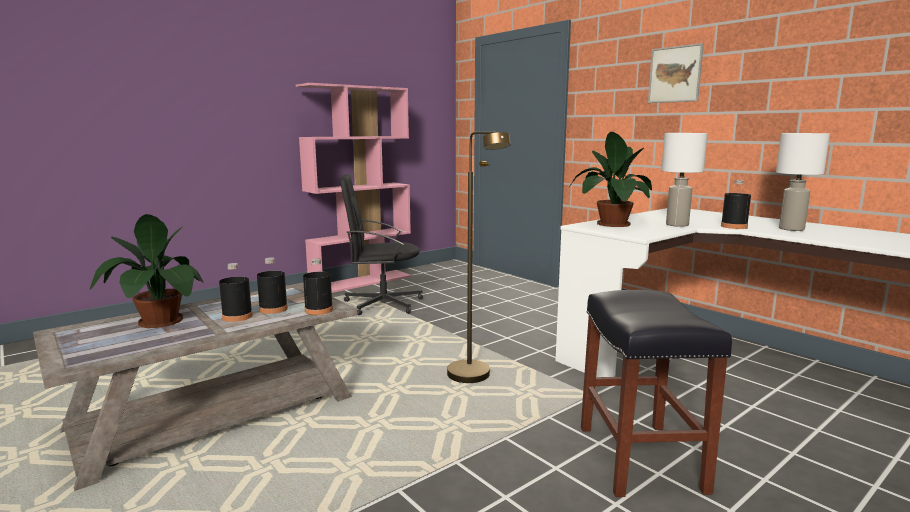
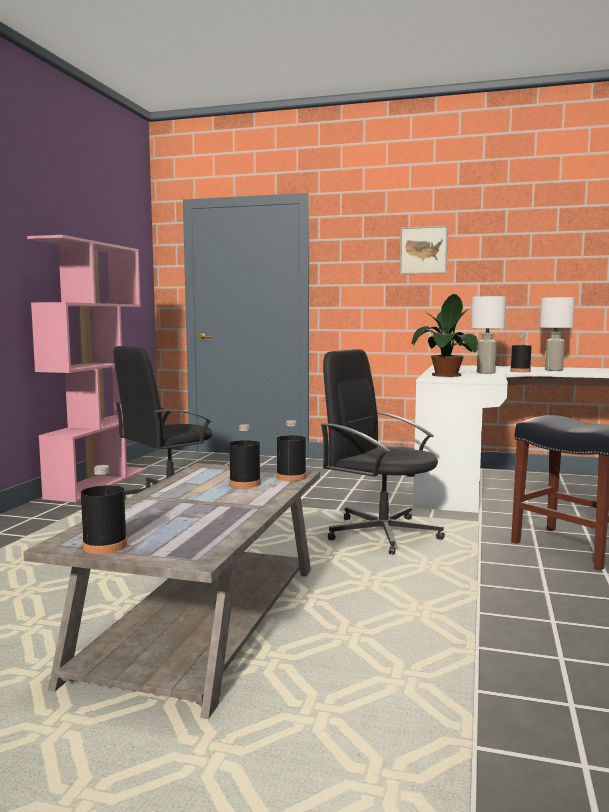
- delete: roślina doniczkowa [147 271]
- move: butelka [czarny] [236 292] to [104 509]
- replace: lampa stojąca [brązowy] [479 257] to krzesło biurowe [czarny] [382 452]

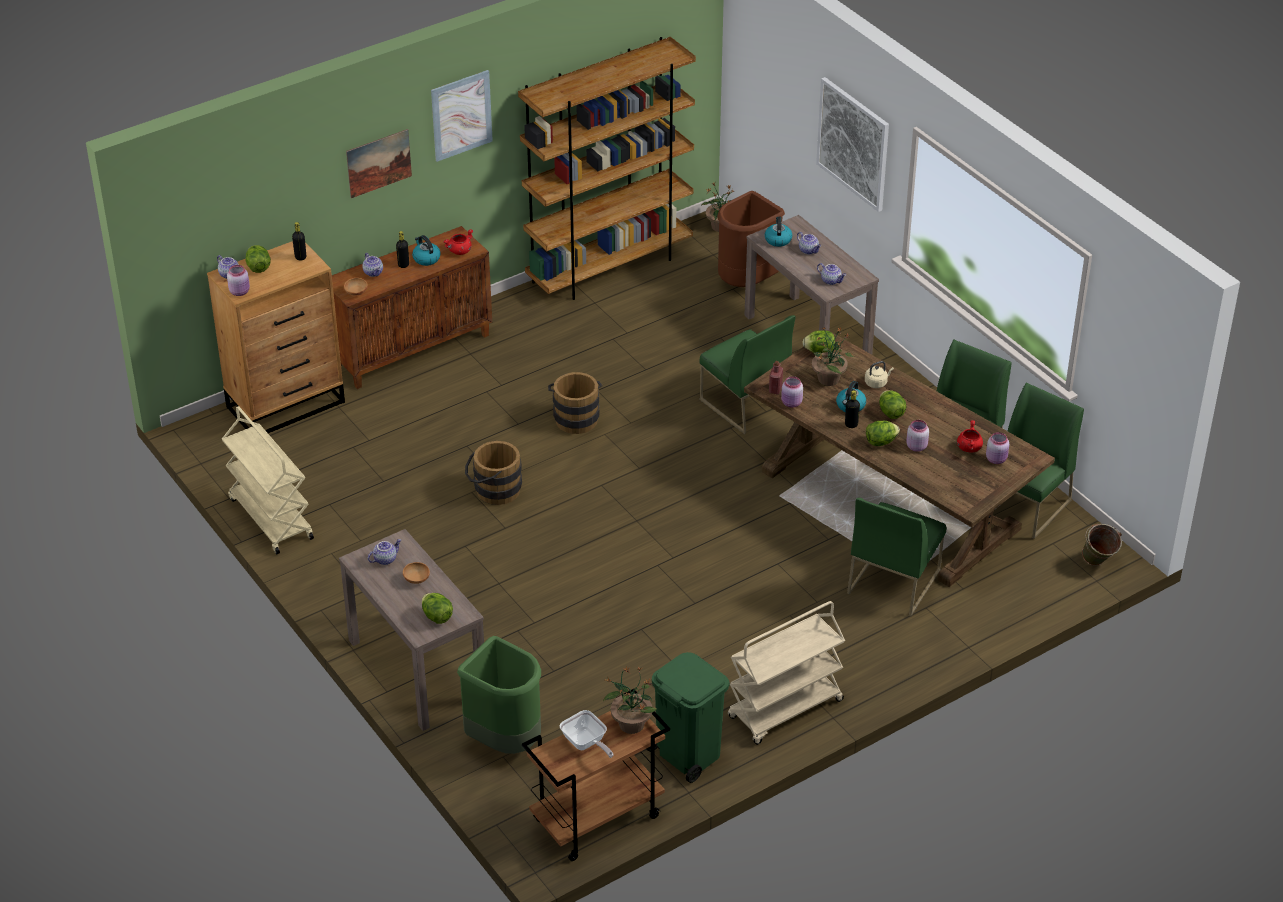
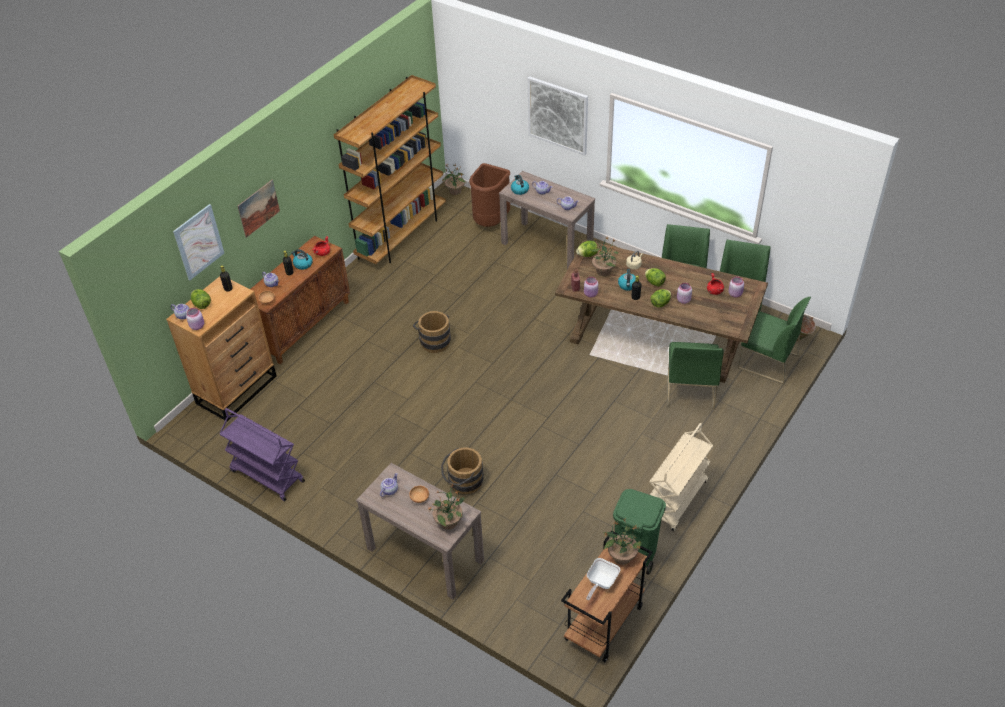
- delete: kosz na śmieci [zielony] [499 695]
- move: obraz [462 116] to [198 242]
- move: wiadro [brązowy] [493 473] to [462 471]
- move: krzesło [zielony] [748 374] to [774 341]
- replace: sałata [437 608] to roślina doniczkowa [446 507]
- recolor: wózek [beżowy] [268 480] to wózek [fioletowy] [262 454]
- rotate: patelnia [587 734] = [603 579] 90 degrees clockwise

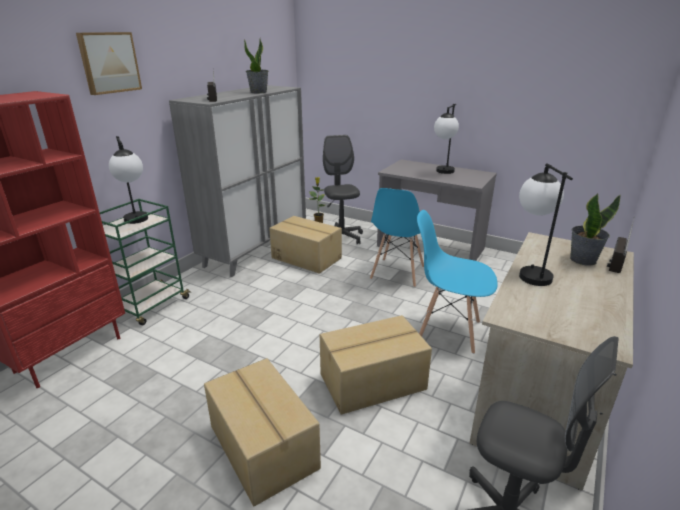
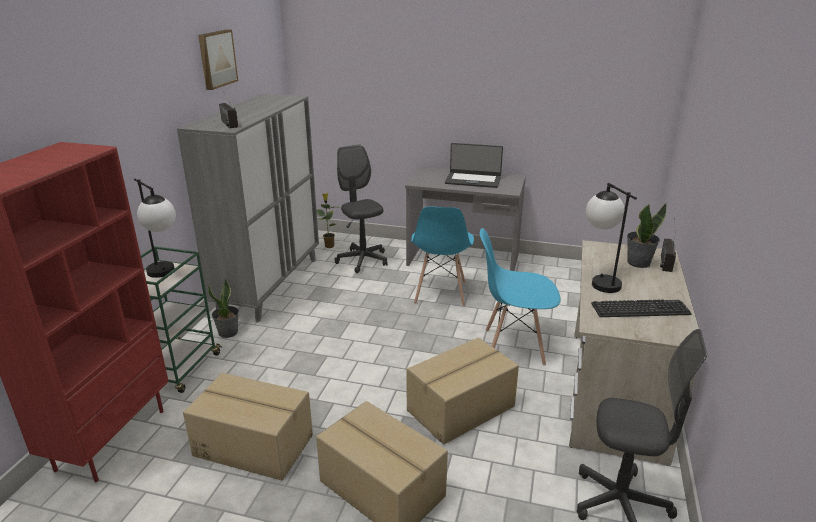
- insert: klawiatura [641 308]
- move: obraz [109 63] to [218 59]
- move: roślina doniczkowa [256 65] to [223 307]
- move: karton [305 245] to [248 426]
- replace: lampa stołowa [446 139] to laptop [474 165]

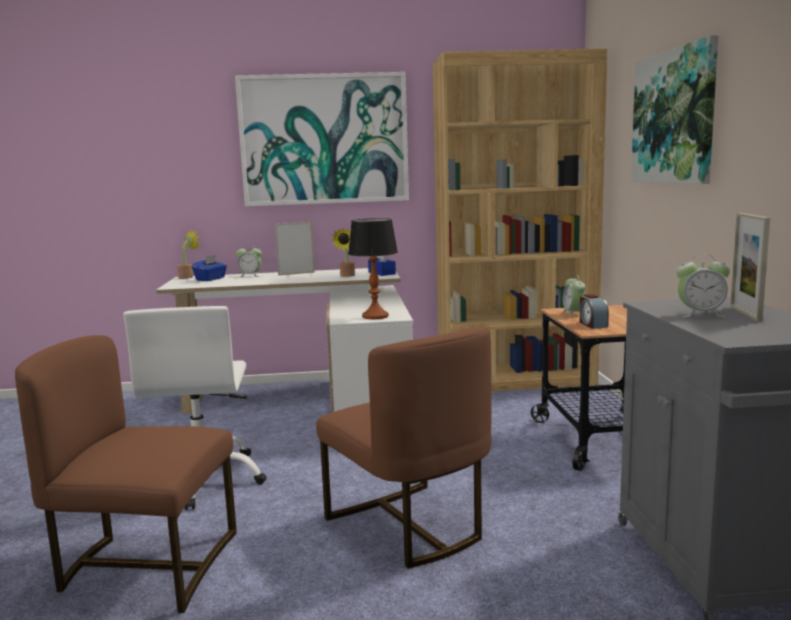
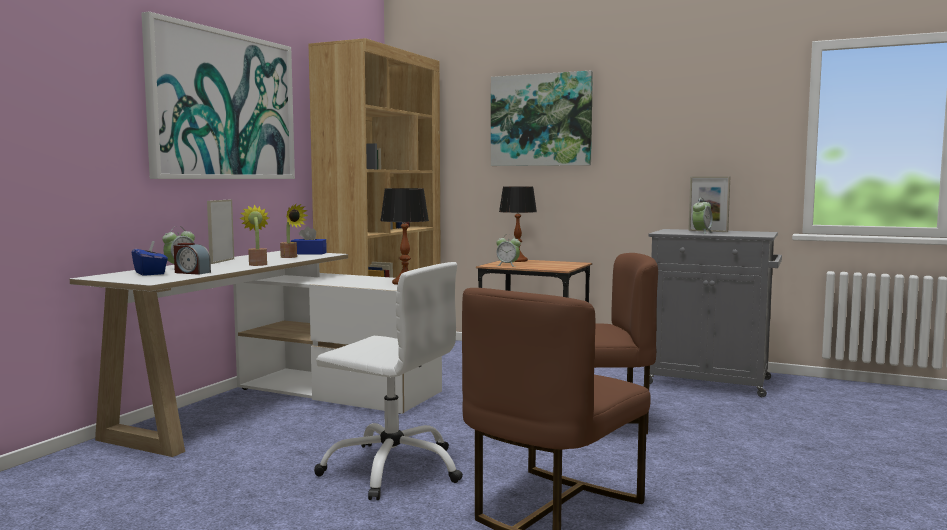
- insert: lampa stołowa [518 224]
- move: roślina doniczkowa [188 254] to [254 235]
- move: budzik [594 311] to [192 259]

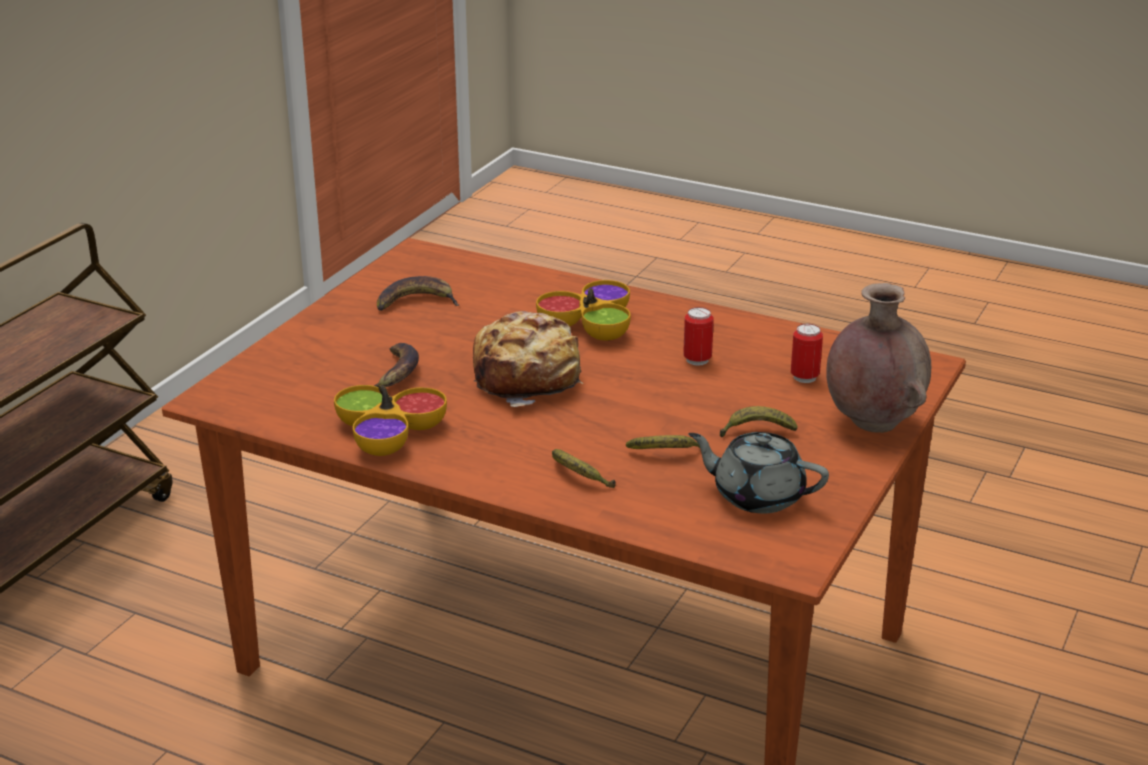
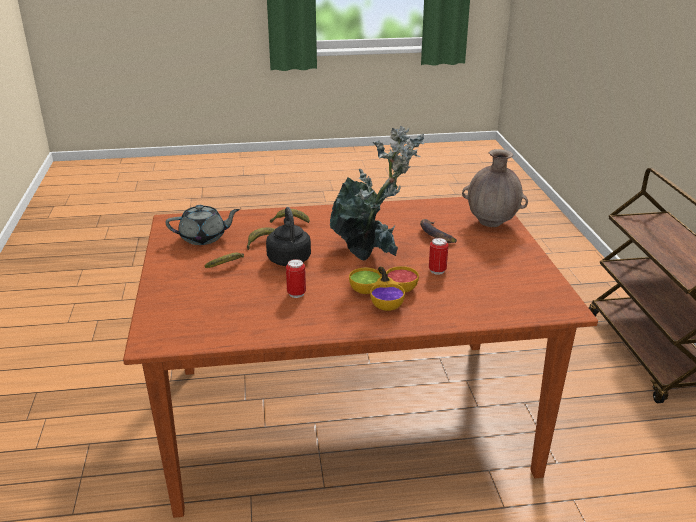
- delete: miska [390 420]
- delete: banan [418 293]
- insert: czajnik [czarny] [288 236]
- move: puszka [807 353] to [438 256]
- move: wazon [brązowy] [879 358] to [495 188]
- replace: chleb [528 359] to roślina doniczkowa [377 193]

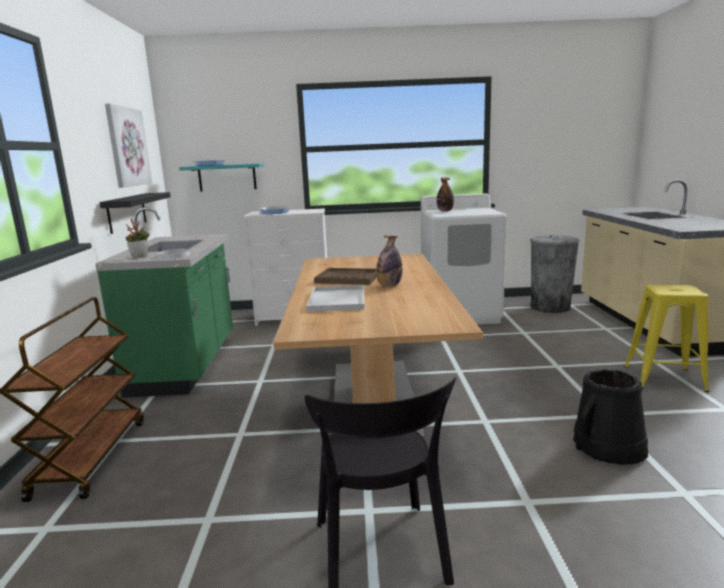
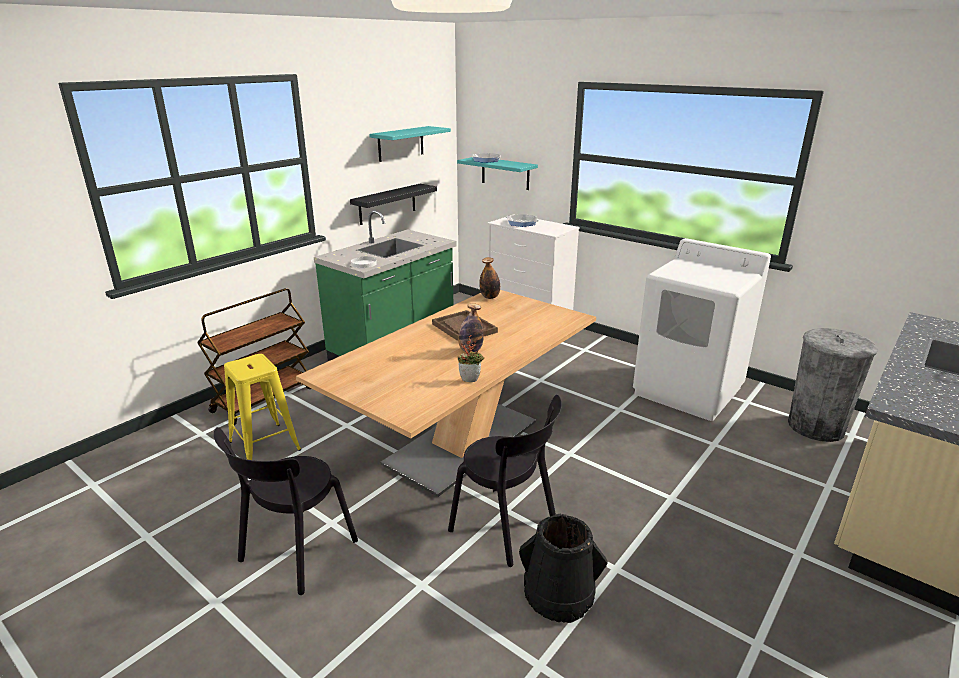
- delete: taca [biały] [335 298]
- insert: krzesło [czarny] [505 481]
- move: roślina doniczkowa [137 238] to [471 358]
- move: butelka [445 194] to [489 278]
- move: stołek [żółty] [666 338] to [262 407]
- replace: obraz [128 146] to półka [turkusowy] [410 144]

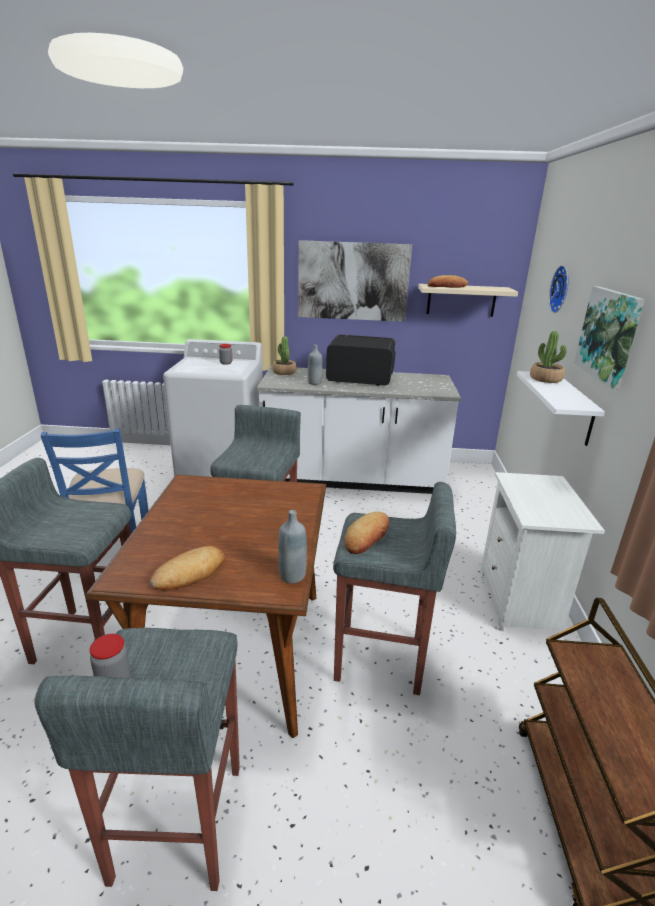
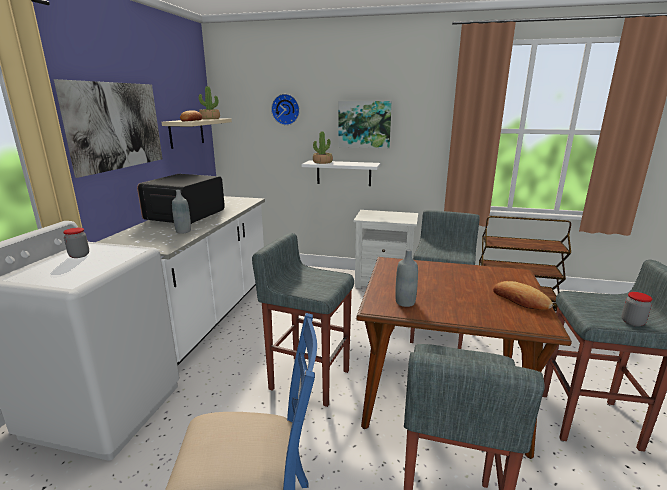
- delete: chleb [366 533]
- move: roślina doniczkowa [284 355] to [209 102]
- move: butelka [szary] [292 546] to [406 278]

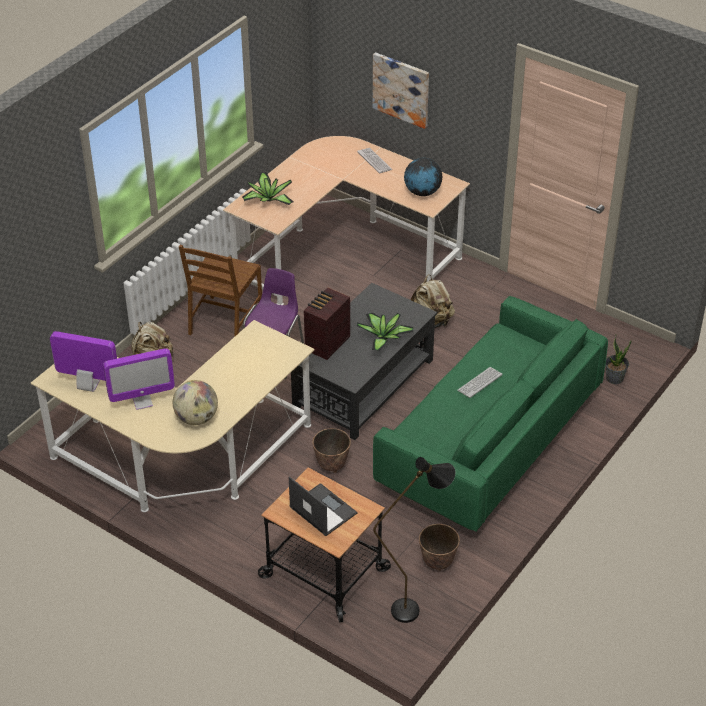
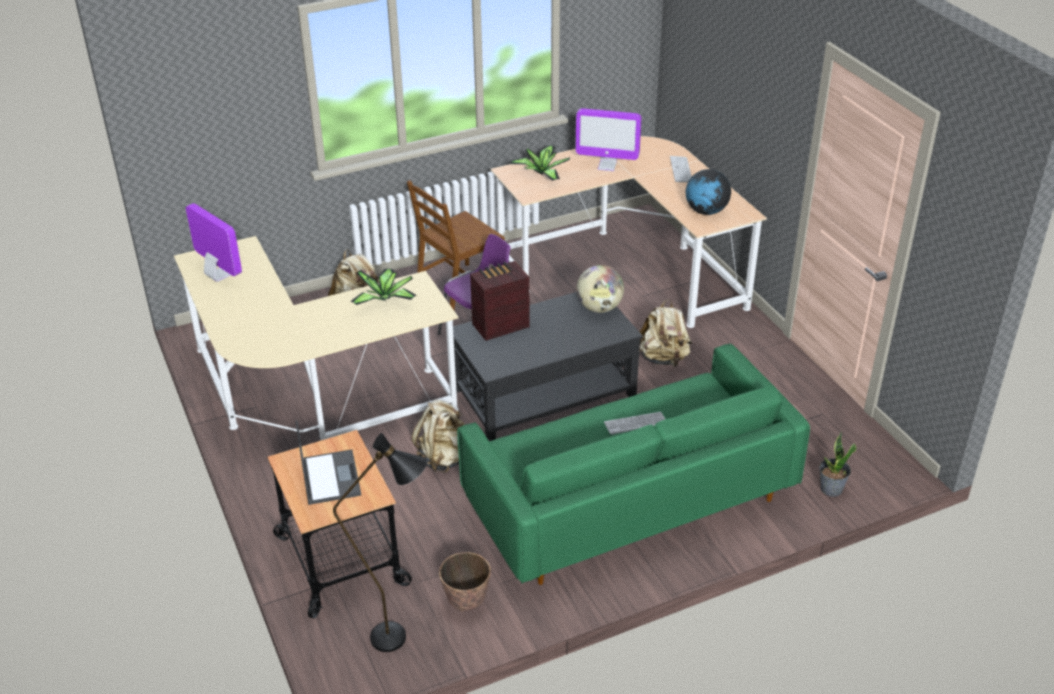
- delete: obraz [400 90]
- move: monitor [139 379] to [608 139]
- move: globus [195 402] to [600 289]
- move: roślina doniczkowa [385 332] to [383 287]
- replace: donica [331 450] to plecak [beżowy] [438 436]

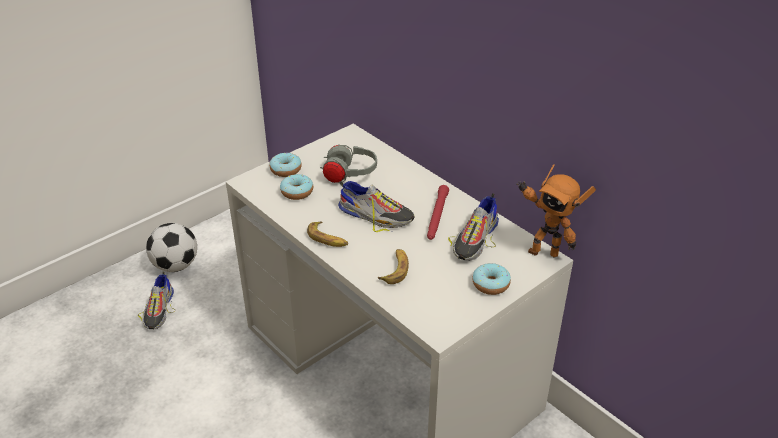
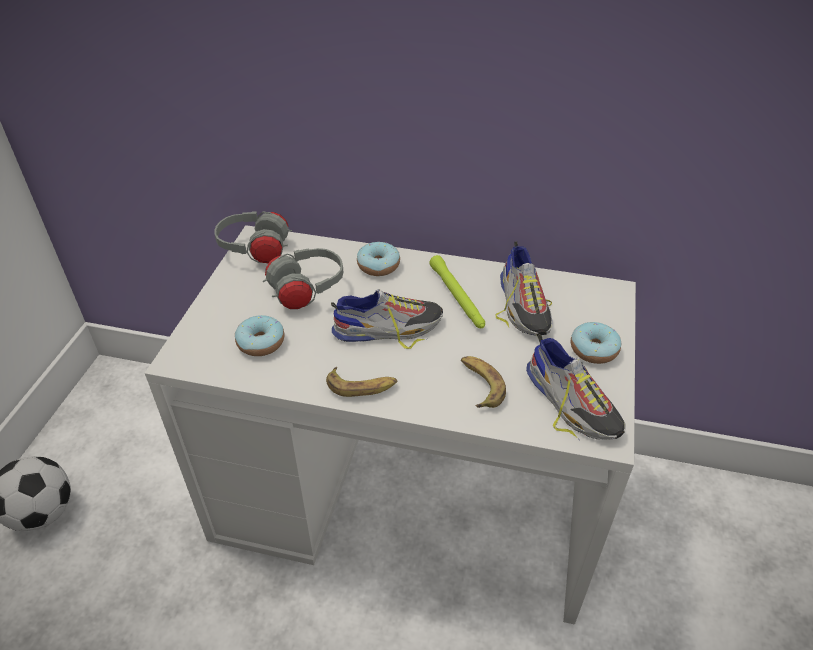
- delete: robot zabawkowy [556 210]
- insert: słuchawki [szary] [253 237]
- move: but [157 300] to [576 387]
- move: donut [286 165] to [378 259]
- recolor: latarka [czerwony] [438 212] to latarka [zielony] [457 291]

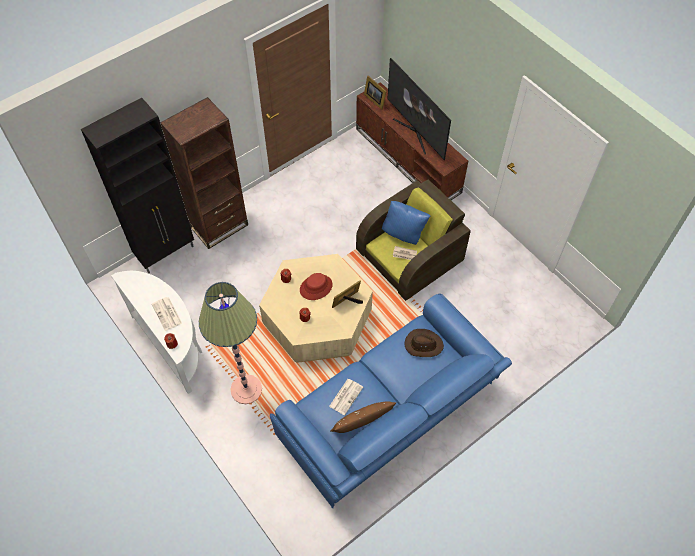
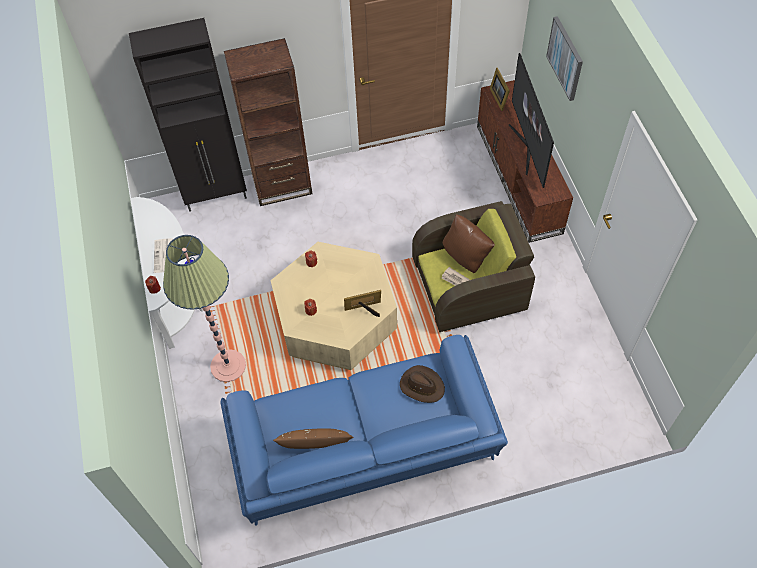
- delete: kapelusz [czerwony] [316 286]
- delete: gazeta [346 397]
- insert: obraz [564 58]
- recolor: poduszka [niebieski] [406 223] to poduszka [brązowy] [468 243]

